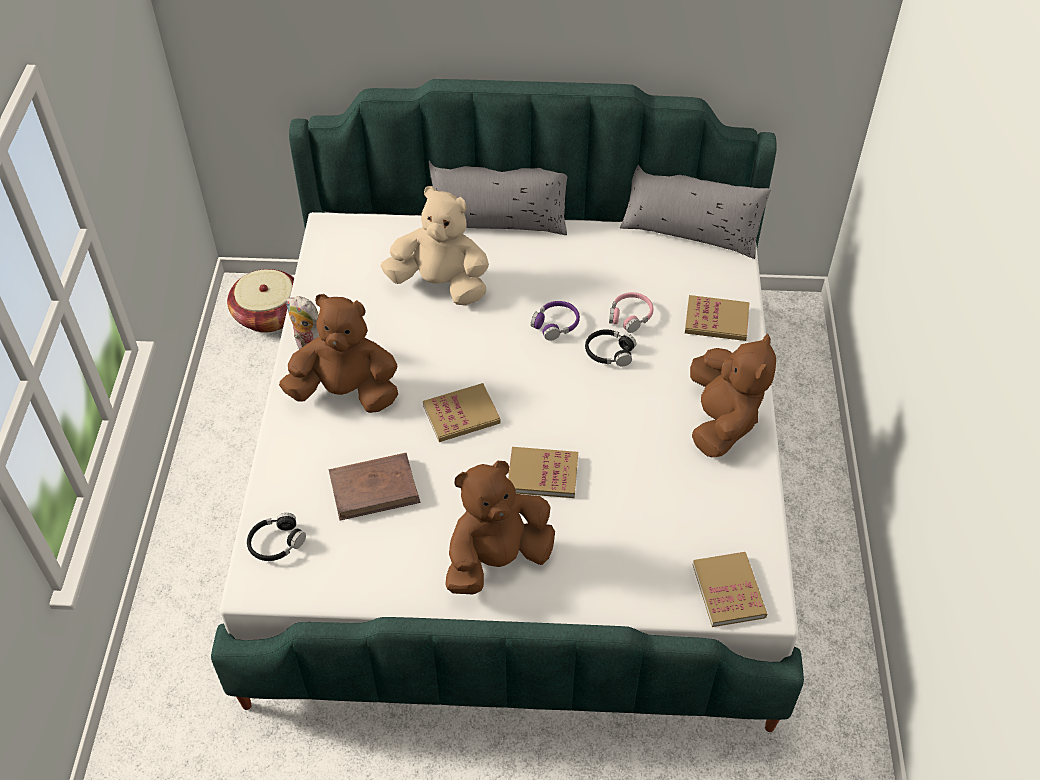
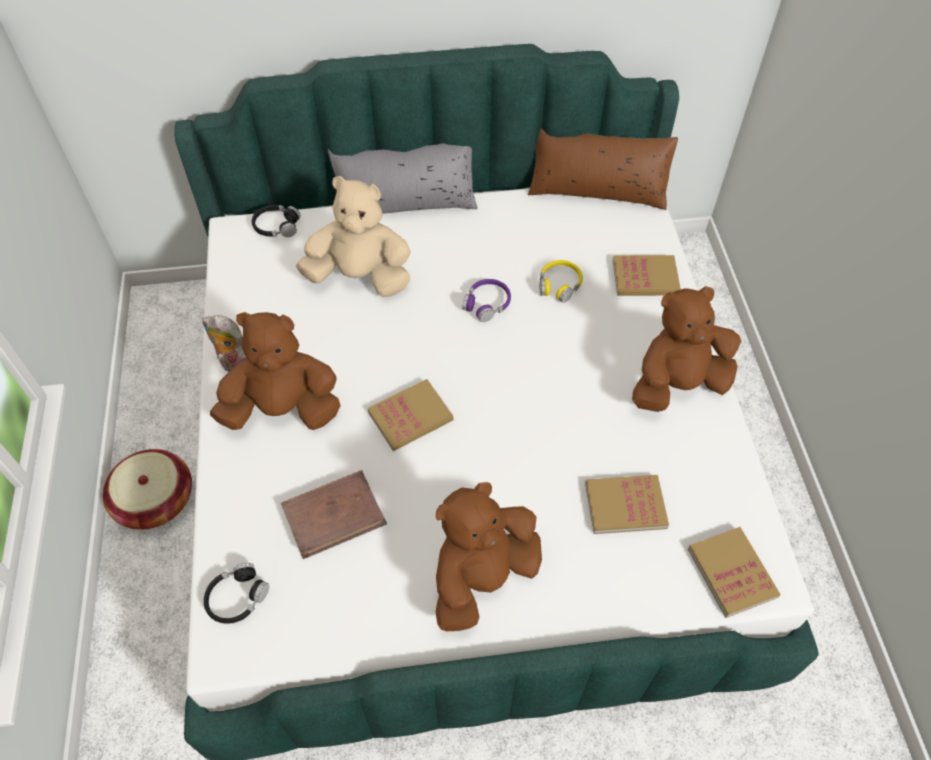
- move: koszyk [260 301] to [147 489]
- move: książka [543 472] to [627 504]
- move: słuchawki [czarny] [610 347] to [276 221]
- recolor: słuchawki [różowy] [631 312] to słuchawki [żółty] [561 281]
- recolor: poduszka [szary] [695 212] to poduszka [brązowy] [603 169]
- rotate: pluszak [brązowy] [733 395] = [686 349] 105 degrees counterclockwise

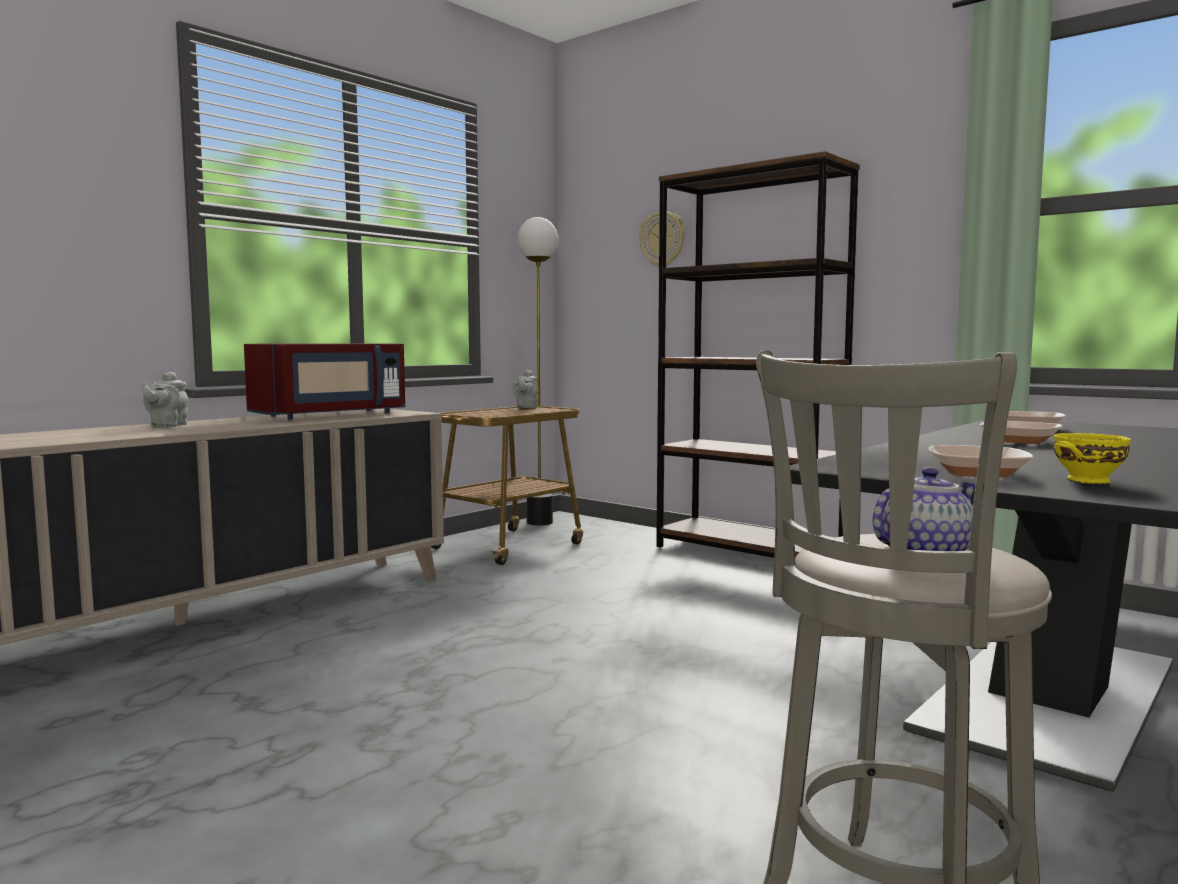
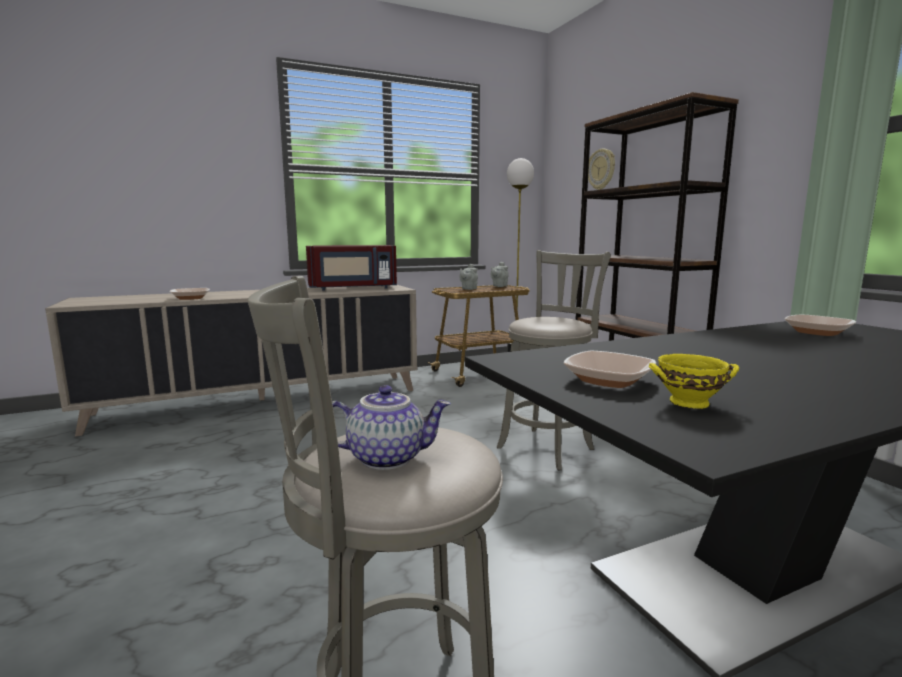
- insert: stołek [szary] [554 360]
- move: imbryk [szary] [165 399] to [468 277]
- move: miska [1021 432] to [190 294]

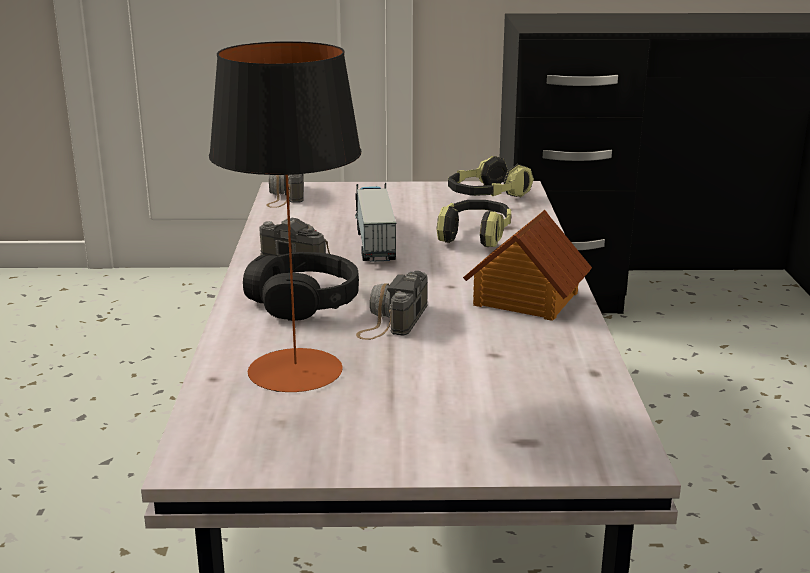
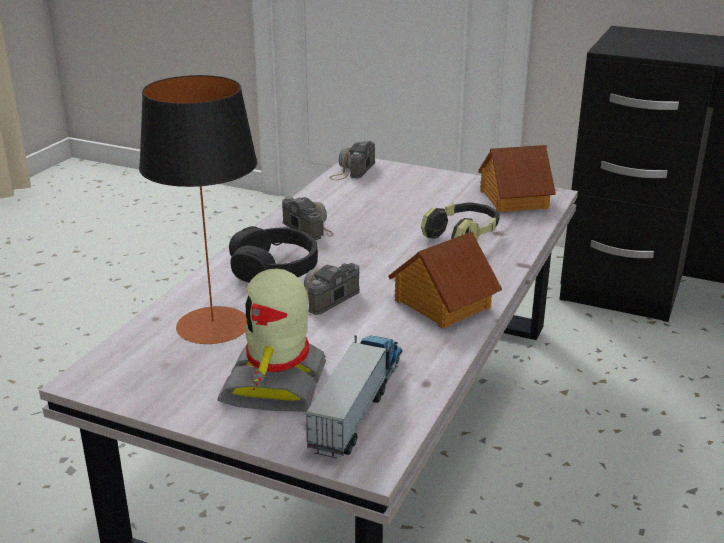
- insert: robot zabawkowy [271 340]
- move: ciężarówka zabawkowa [375 222] to [353 397]
- replace: słuchawki [491 176] to domek [517 179]

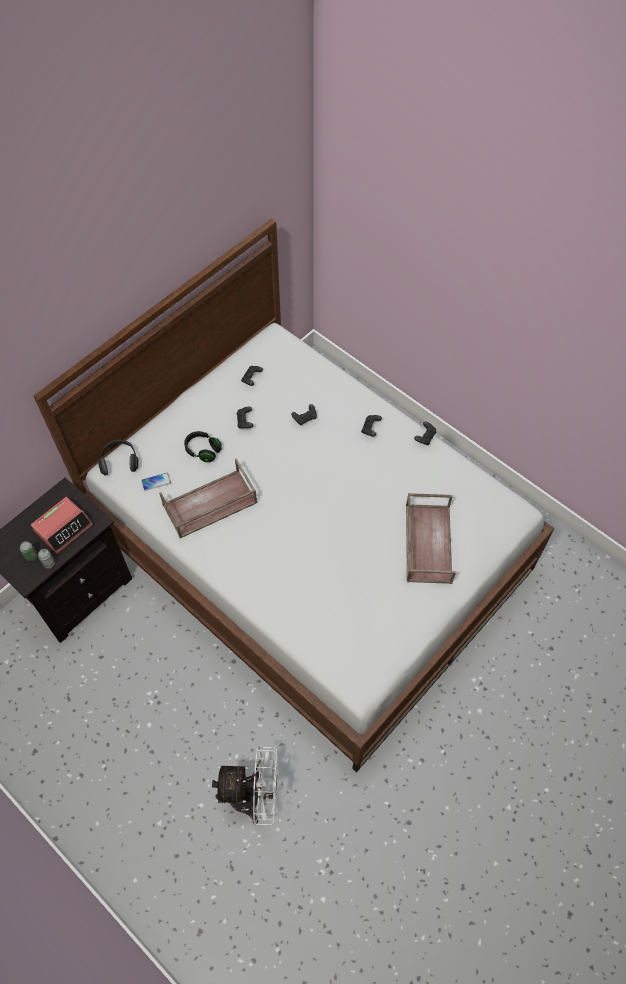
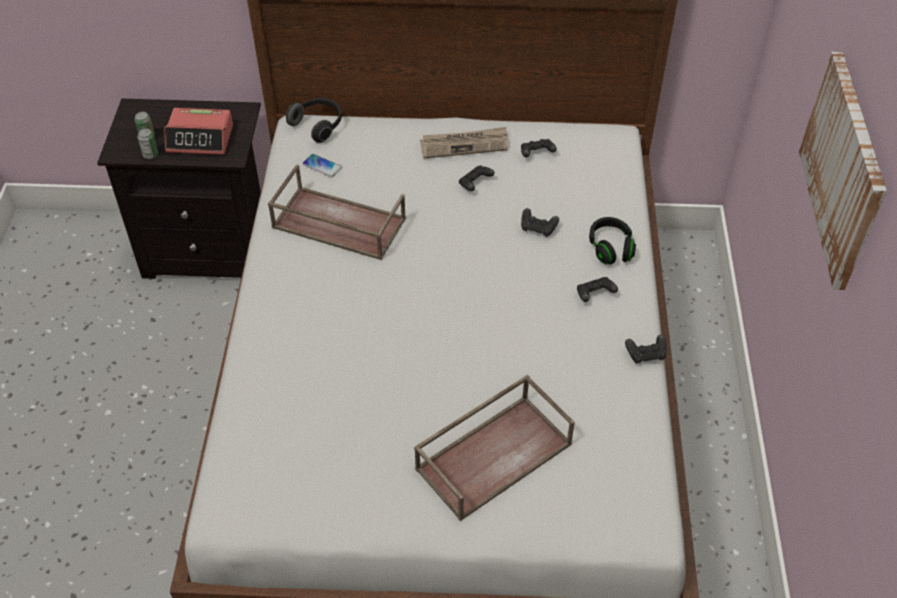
- delete: wentylator [biały] [245 785]
- insert: gazeta [464 143]
- insert: obraz [843 171]
- move: słuchawki [czarny] [203 446] to [612 240]

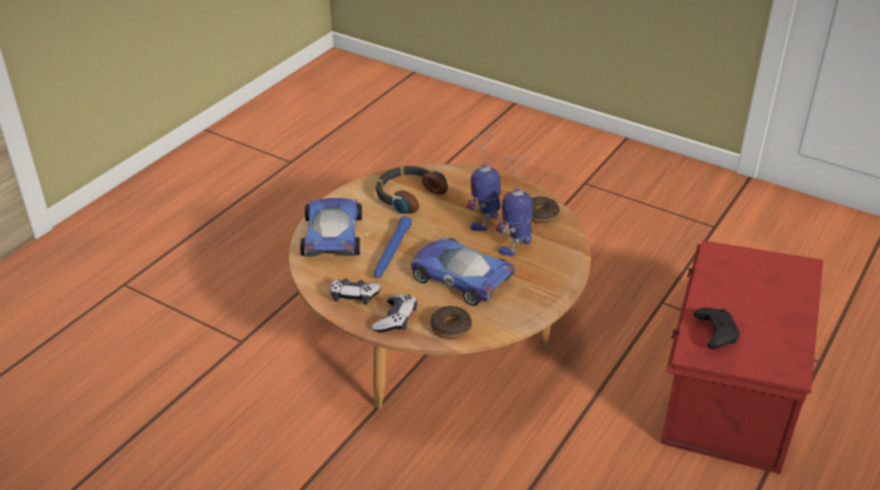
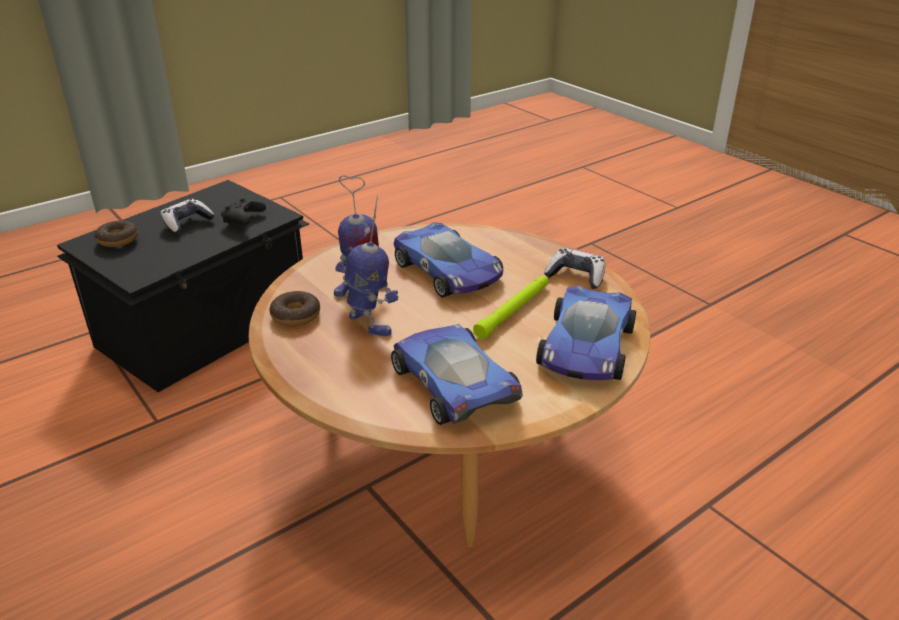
- move: pad do gier [394 313] to [187 216]
- move: donut [451 322] to [116 233]
- replace: słuchawki [412 190] to samochodzik [457 374]
- recolor: latarka [niebieski] [393 247] to latarka [zielony] [510 307]
- recolor: pojemnik do przechowywania [czerwony] [742 357] to pojemnik do przechowywania [czarny] [183 286]
- rotate: robot zabawkowy [483 181] = [371 266] 90 degrees counterclockwise

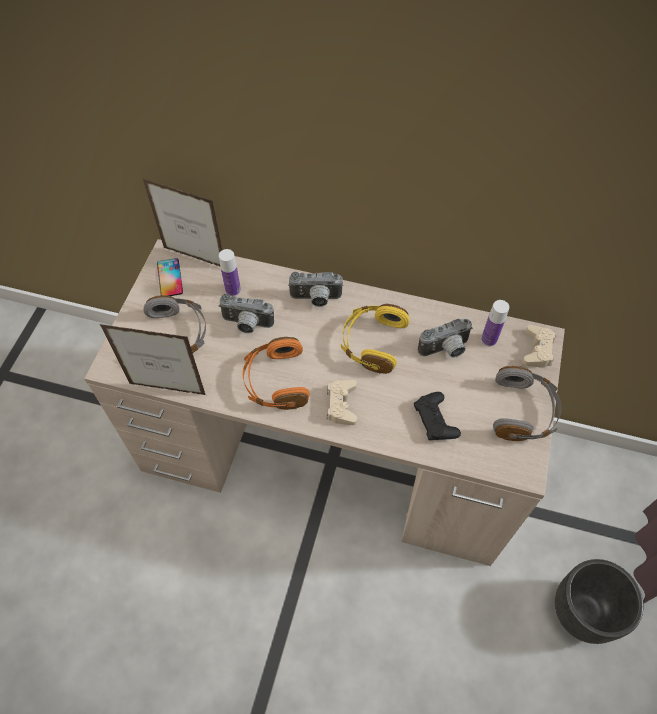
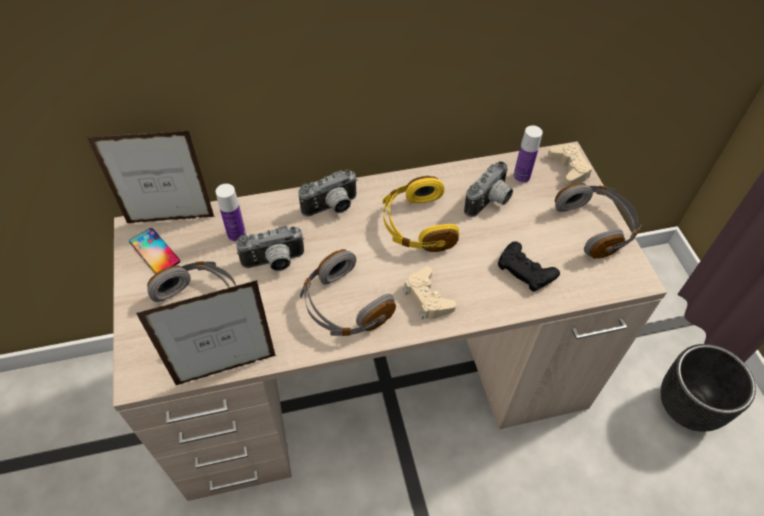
- recolor: słuchawki [pomarańczowy] [276 373] to słuchawki [szary] [348 292]

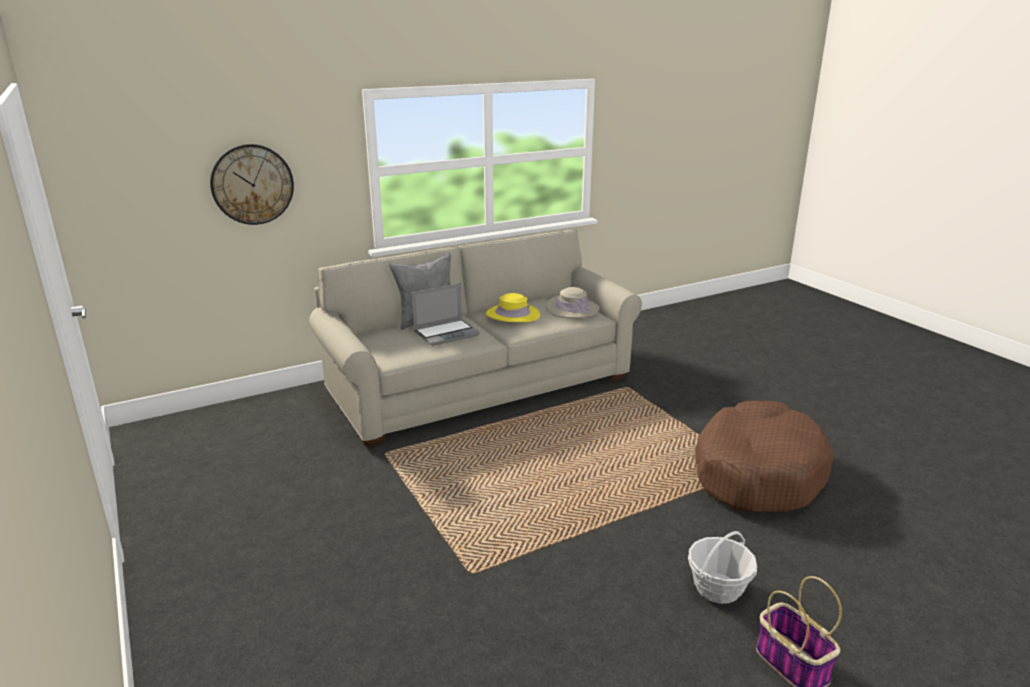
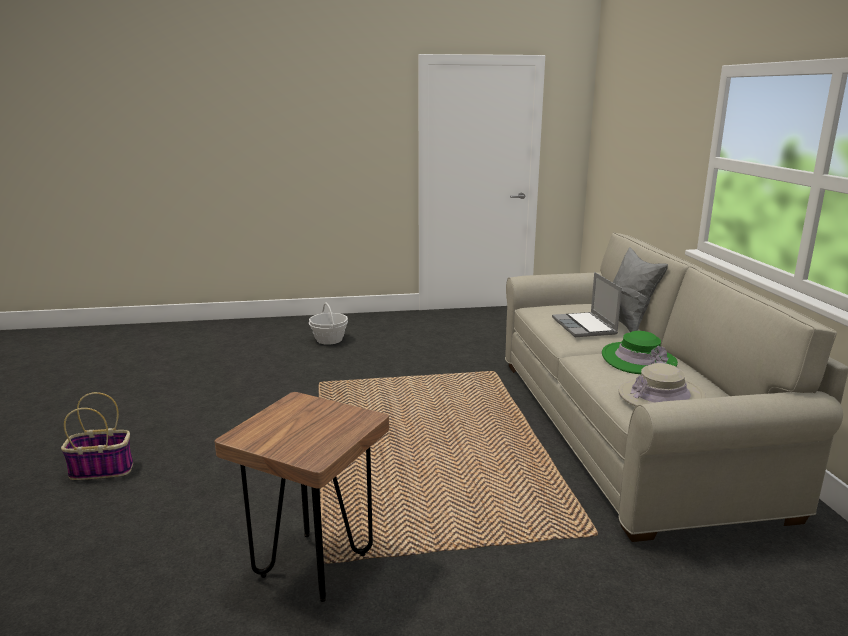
- delete: zegar ścienny [252 184]
- move: koszyk [722 567] to [328 323]
- replace: legowisko [brązowy] [764 456] to stołek [brązowy] [301 497]
- recolor: kapelusz [żółty] [513 307] to kapelusz [zielony] [640 352]

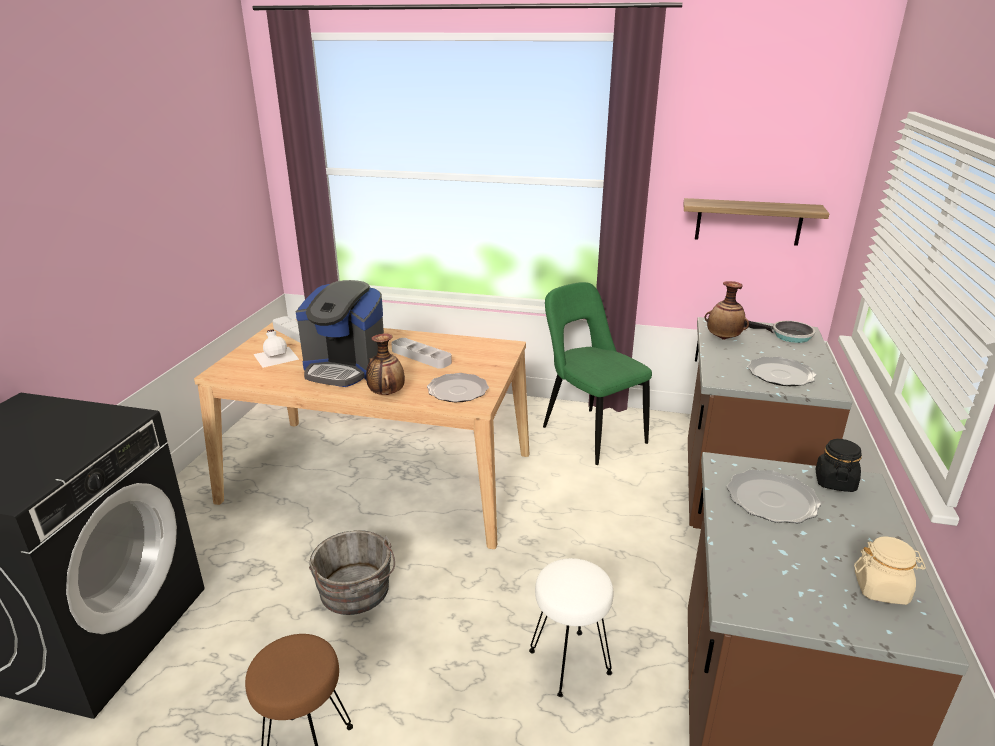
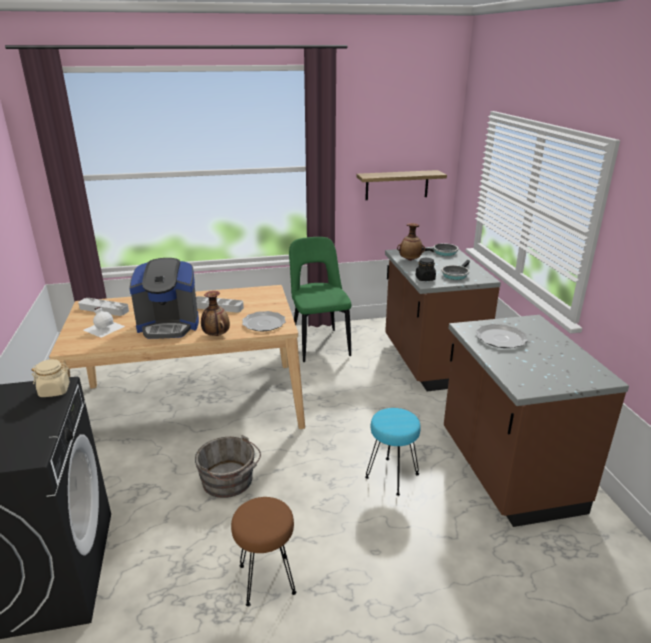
- move: słoik [czarny] [838 465] to [426 269]
- move: słoik [beżowy] [890 570] to [51 378]
- replace: talerz [782 371] to patelnia [455 270]
- recolor: stołek [biały] [571 627] to stołek [turkusowy] [393 452]
- rotate: krzesło [zielony] [597 373] = [320 299] 45 degrees clockwise

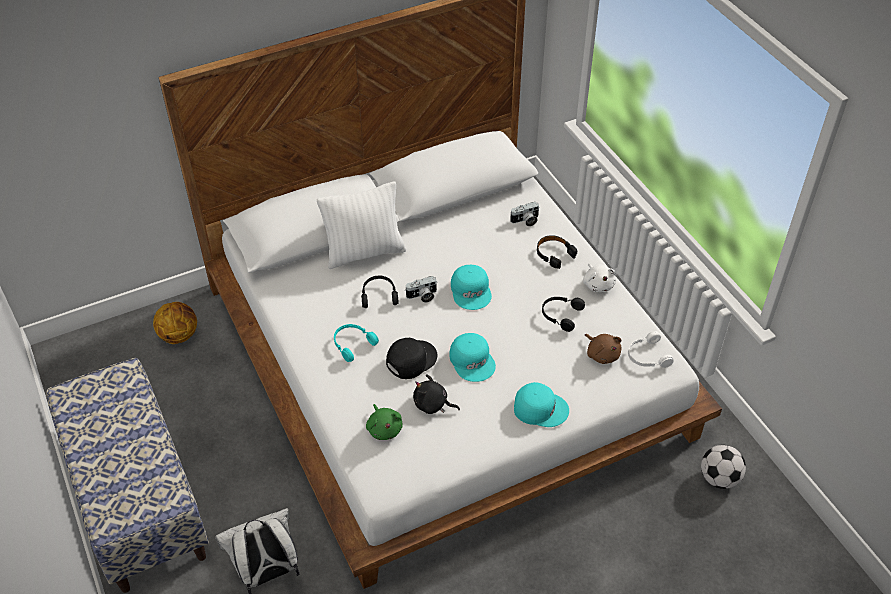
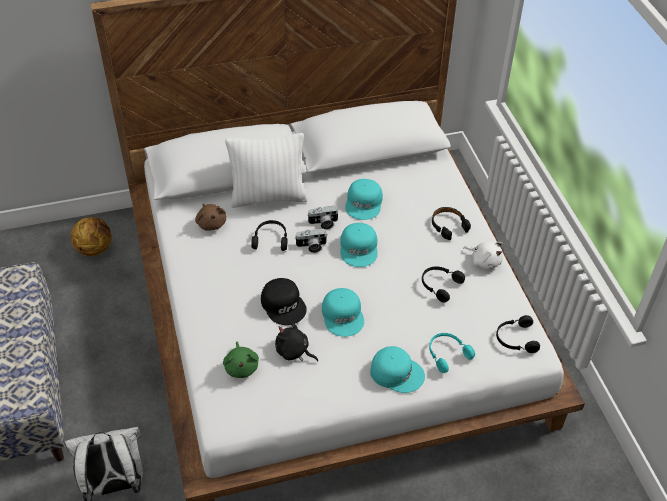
- delete: piłka futbolowa [723 467]
- insert: czapka z daszkiem [turkusowy] [364 199]
- move: słuchawki [turkusowy] [356 343] to [452 353]
- move: aparat fotograficzny [524 214] to [323 218]
- move: pluszak [brązowy] [603 349] to [210 217]
- recolor: słuchawki [biały] [650 349] to słuchawki [czarny] [518 334]
- rotate: czapka z daszkiem [czarny] [411 358] = [284 301] 90 degrees clockwise
- rotate: pluszak [biały] [599 277] = [483 255] 45 degrees counterclockwise

